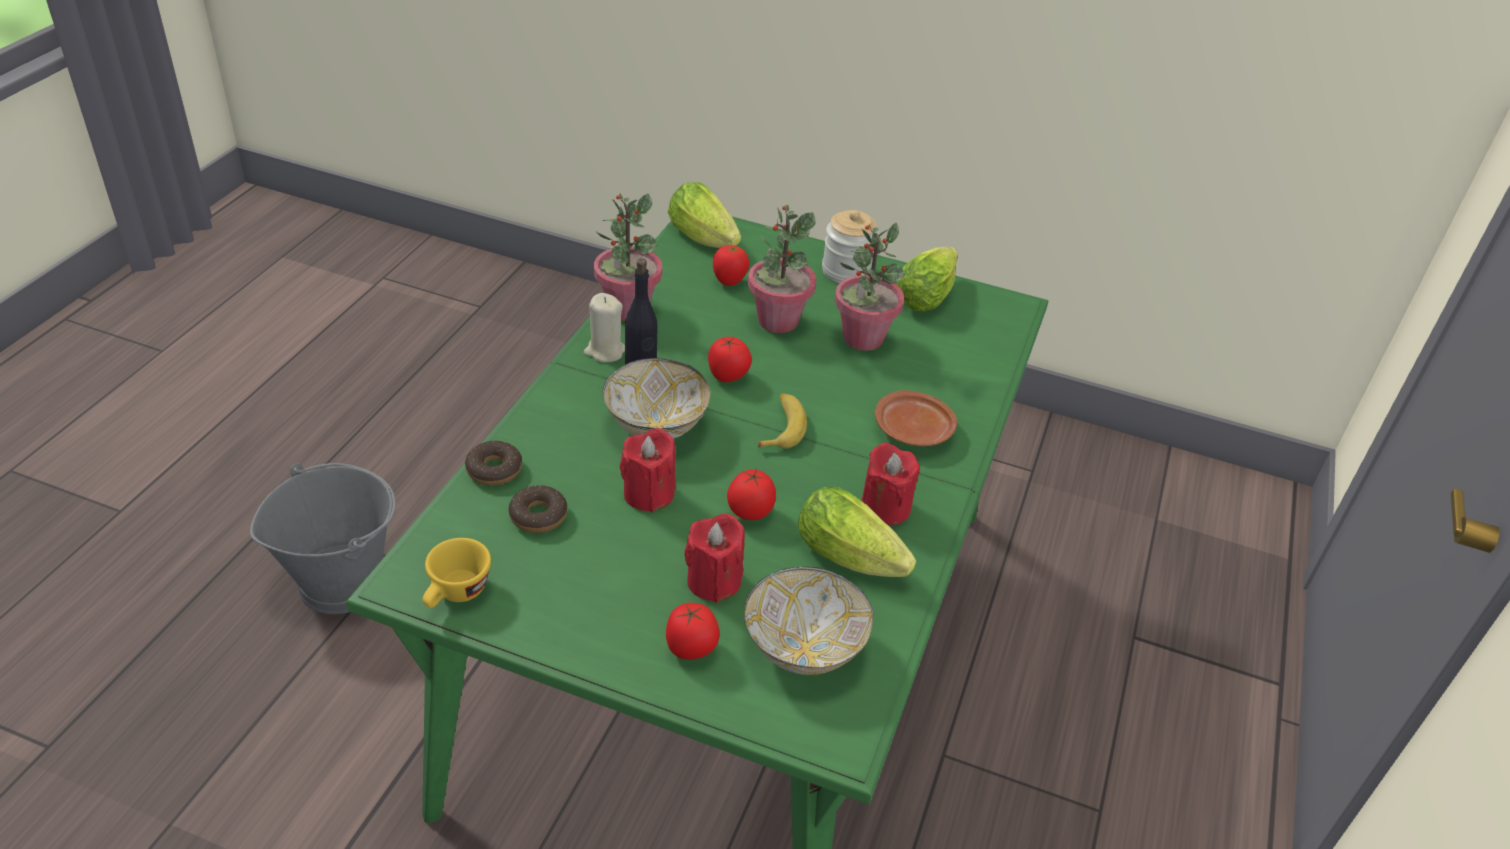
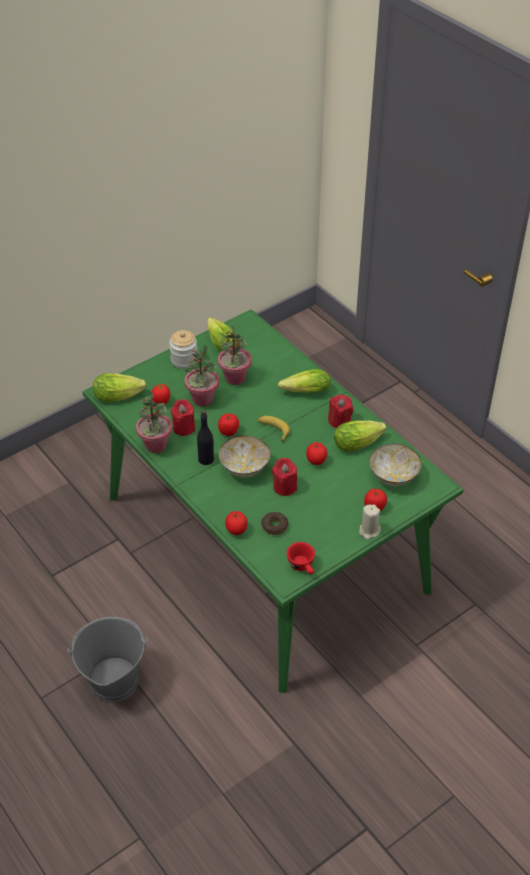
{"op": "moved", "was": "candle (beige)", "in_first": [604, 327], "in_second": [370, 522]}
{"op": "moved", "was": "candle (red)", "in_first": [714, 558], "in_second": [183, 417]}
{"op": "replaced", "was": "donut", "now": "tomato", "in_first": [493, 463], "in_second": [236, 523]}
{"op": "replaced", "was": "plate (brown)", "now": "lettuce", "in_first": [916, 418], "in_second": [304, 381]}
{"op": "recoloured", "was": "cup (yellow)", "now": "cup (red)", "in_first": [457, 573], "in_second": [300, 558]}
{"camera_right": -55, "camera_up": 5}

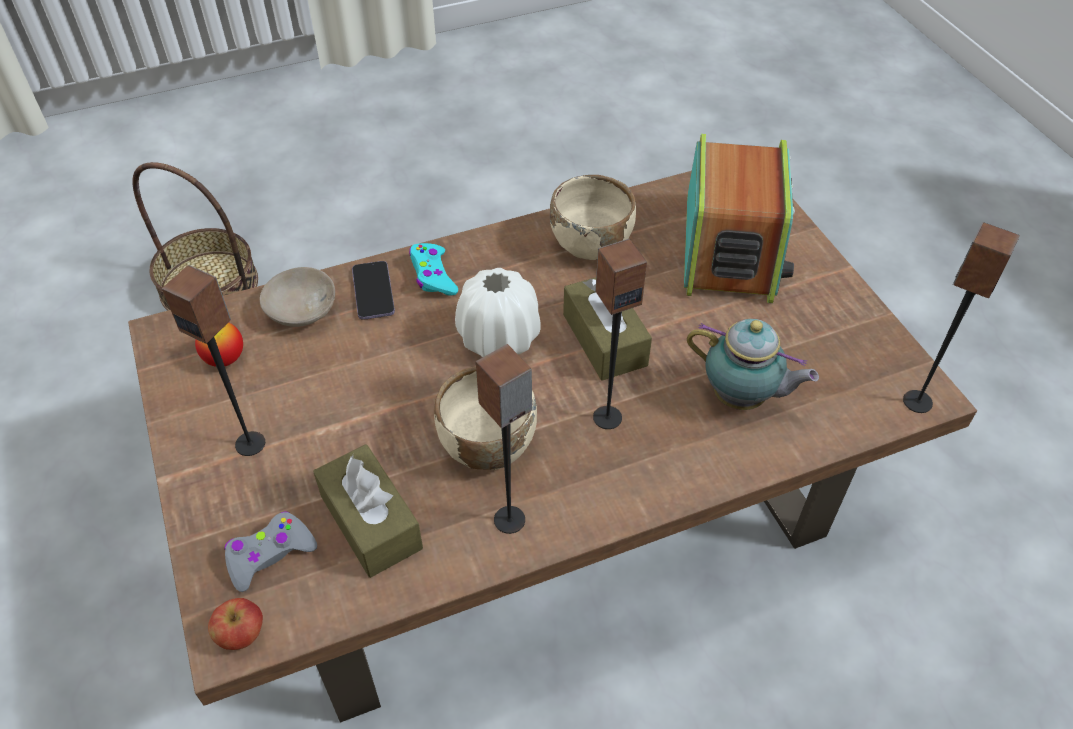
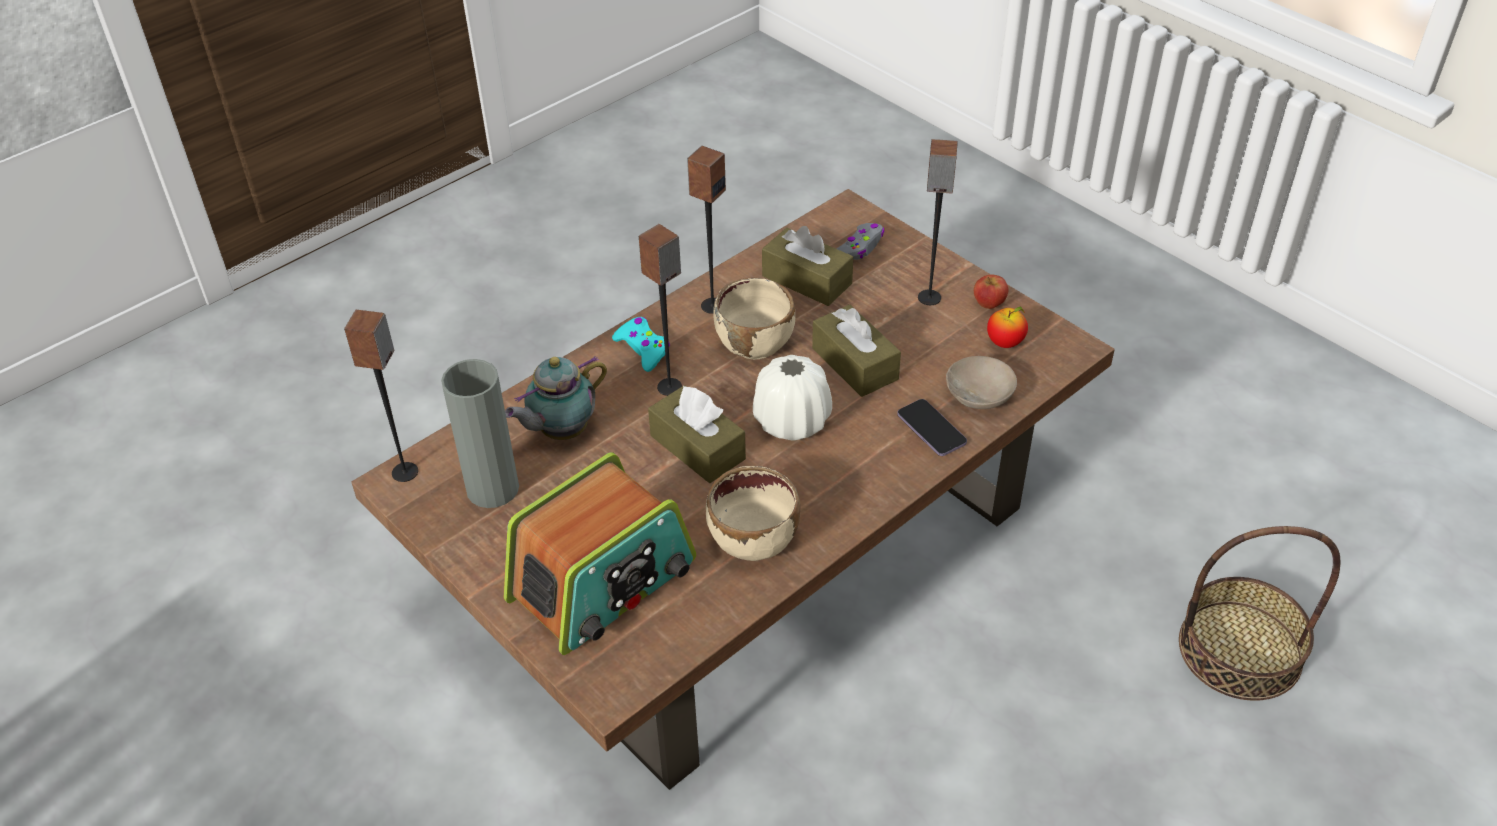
{"op": "added", "now": "vase (grey)", "in_second": [480, 433]}
{"op": "added", "now": "tissue box (brown)", "in_second": [856, 351]}
{"op": "moved", "was": "apple", "in_first": [235, 624], "in_second": [991, 291]}
{"op": "moved", "was": "game controller (turquoise)", "in_first": [433, 269], "in_second": [641, 344]}
{"op": "turned", "was": "radio", "in_first": [739, 218], "in_second": [600, 553], "clockwise": -120}
{"op": "turned", "was": "teapot", "in_first": [753, 364], "in_second": [556, 398], "clockwise": -45}
{"camera_right": 160, "camera_up": -5}

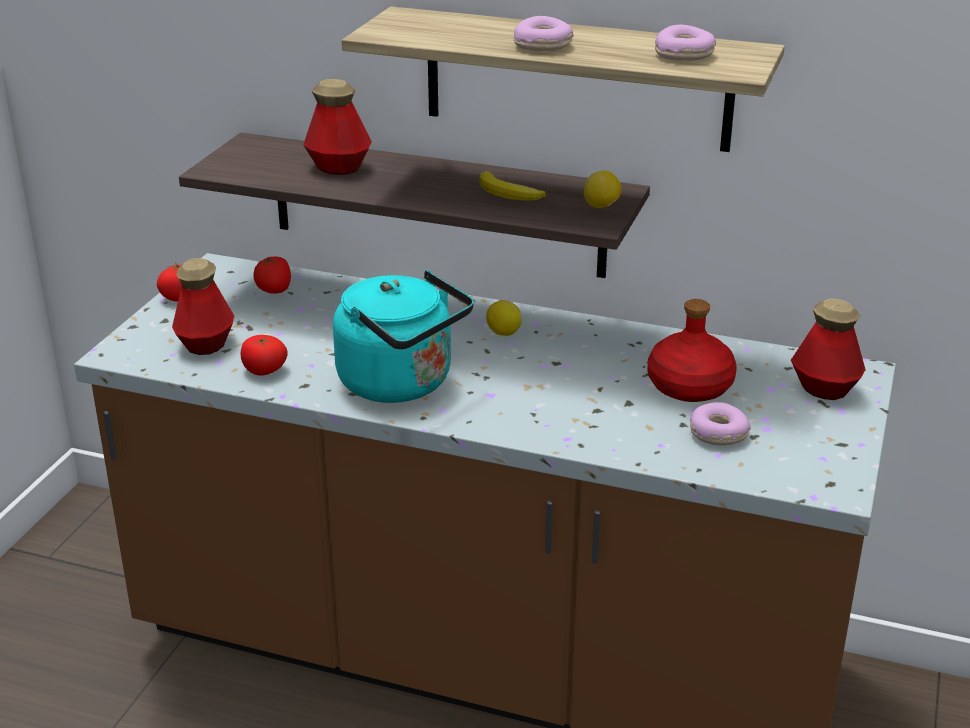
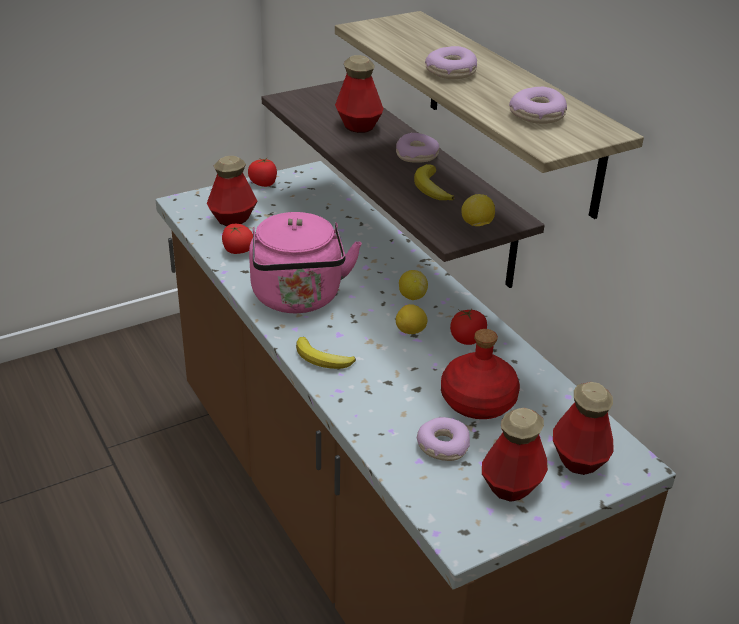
{"op": "added", "now": "banana", "in_second": [326, 353]}
{"op": "added", "now": "donut", "in_second": [418, 148]}
{"op": "added", "now": "lemon", "in_second": [411, 319]}
{"op": "added", "now": "bottle", "in_second": [515, 455]}
{"op": "moved", "was": "tomato", "in_first": [272, 275], "in_second": [468, 327]}
{"op": "recoloured", "was": "kettle (turquoise)", "now": "kettle (pink)", "in_first": [403, 336], "in_second": [305, 262]}
{"camera_right": 40, "camera_up": 5}

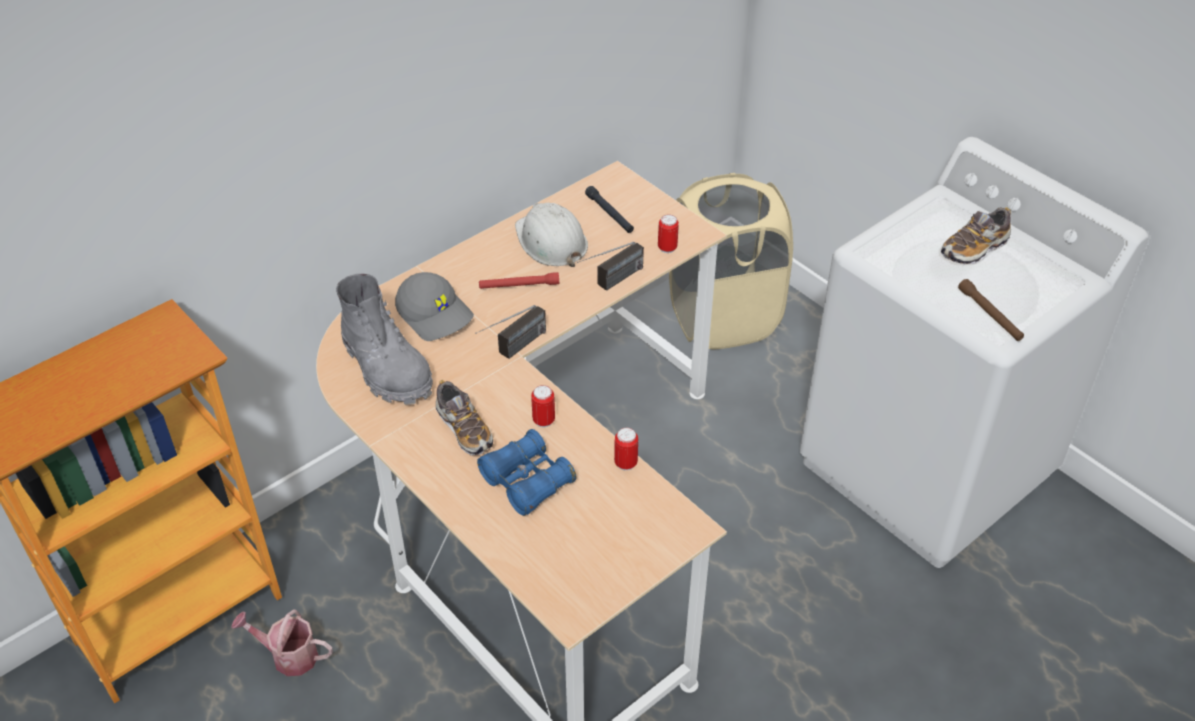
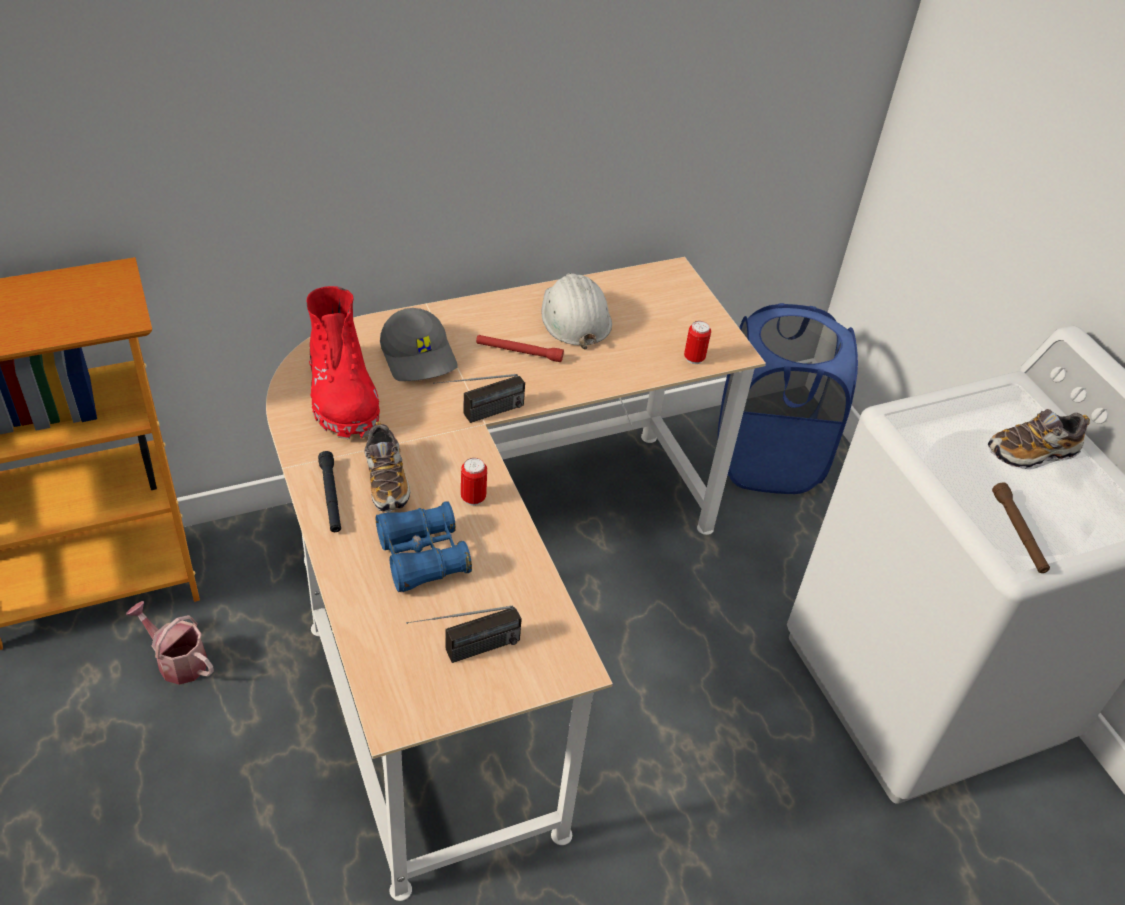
{"op": "removed", "was": "can", "in_first": [626, 449]}
{"op": "moved", "was": "radio", "in_first": [610, 266], "in_second": [464, 634]}
{"op": "moved", "was": "flashlight (black)", "in_first": [609, 209], "in_second": [329, 491]}
{"op": "recoloured", "was": "boot (grey)", "now": "boot (red)", "in_first": [384, 339], "in_second": [343, 362]}
{"op": "recoloured", "was": "laundry basket (beige)", "now": "laundry basket (blue)", "in_first": [731, 261], "in_second": [788, 398]}
{"camera_right": 15, "camera_up": 0}

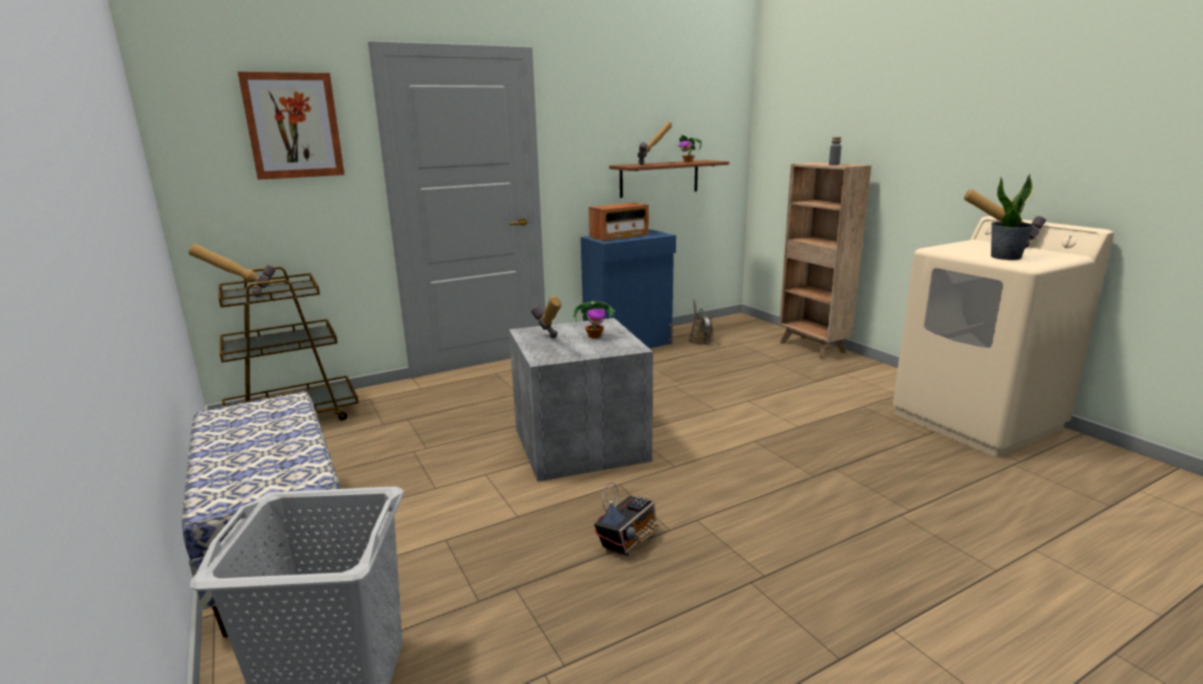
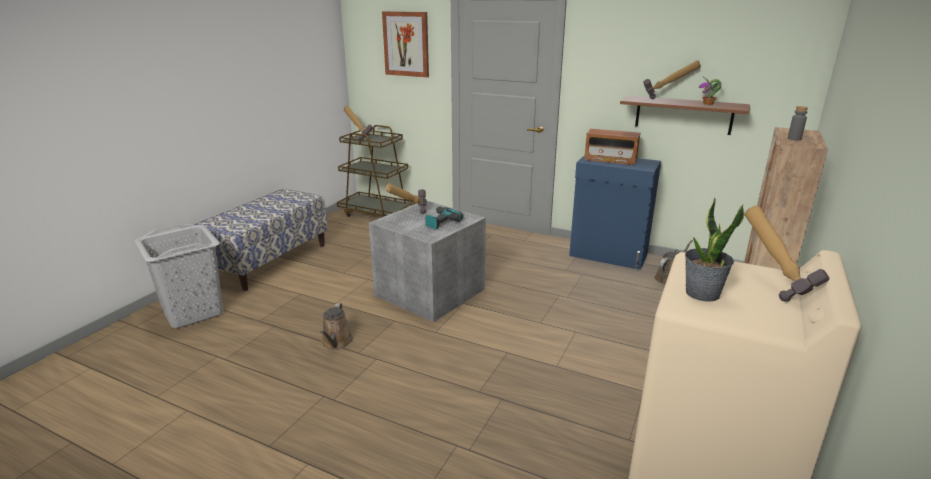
{"op": "replaced", "was": "potted plant", "now": "power drill", "in_first": [594, 319], "in_second": [444, 218]}
{"op": "replaced", "was": "radio", "now": "watering can (brown)", "in_first": [626, 519], "in_second": [336, 326]}
{"camera_right": 55, "camera_up": 5}

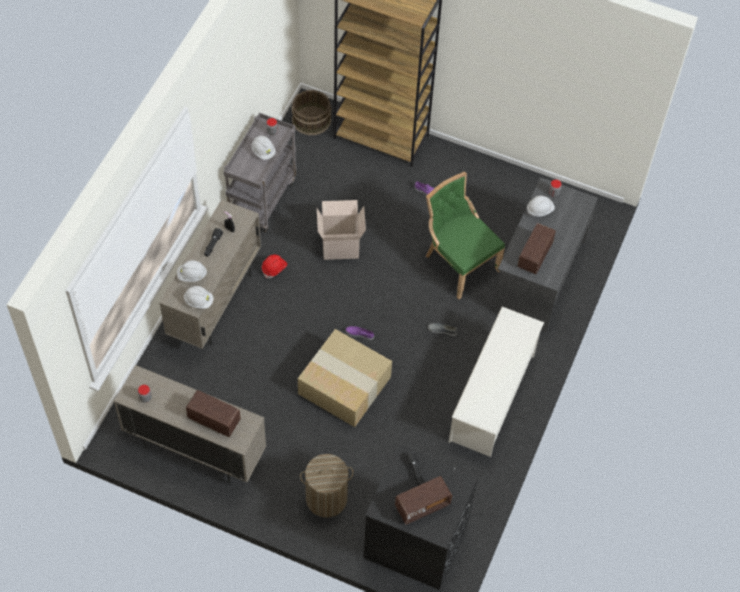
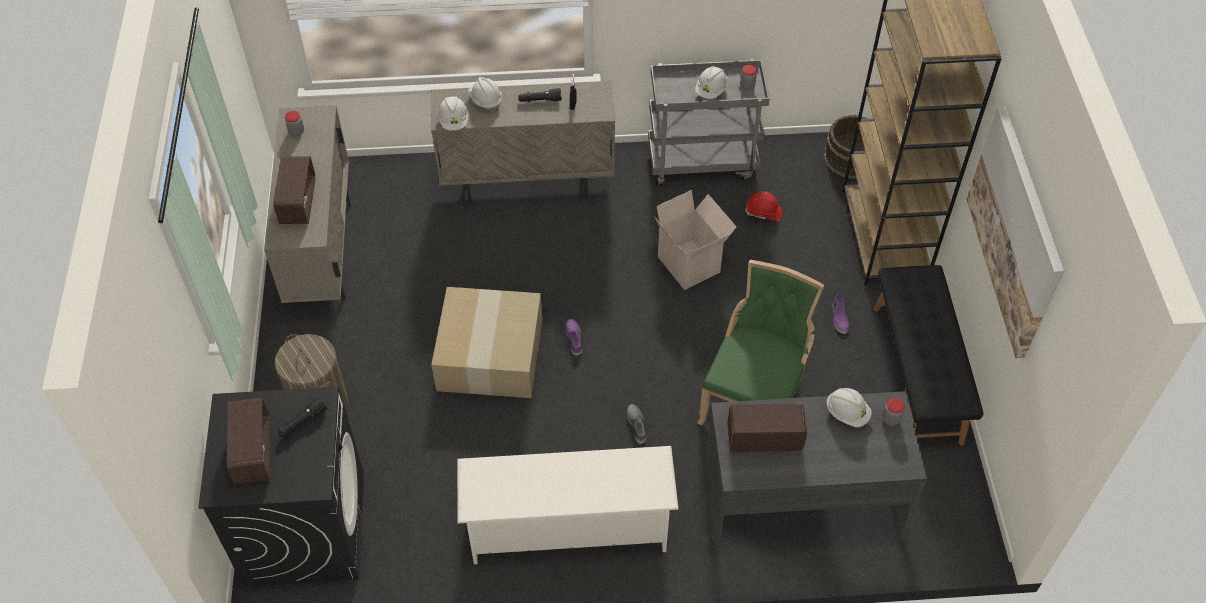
{"op": "added", "now": "bench (black)", "in_second": [928, 355]}
{"op": "added", "now": "picture", "in_second": [1015, 232]}
{"op": "moved", "was": "hard hat (red)", "in_first": [274, 266], "in_second": [764, 206]}
{"op": "turned", "was": "radio", "in_first": [423, 500], "in_second": [249, 440], "clockwise": -135}
{"camera_right": 65, "camera_up": -5}

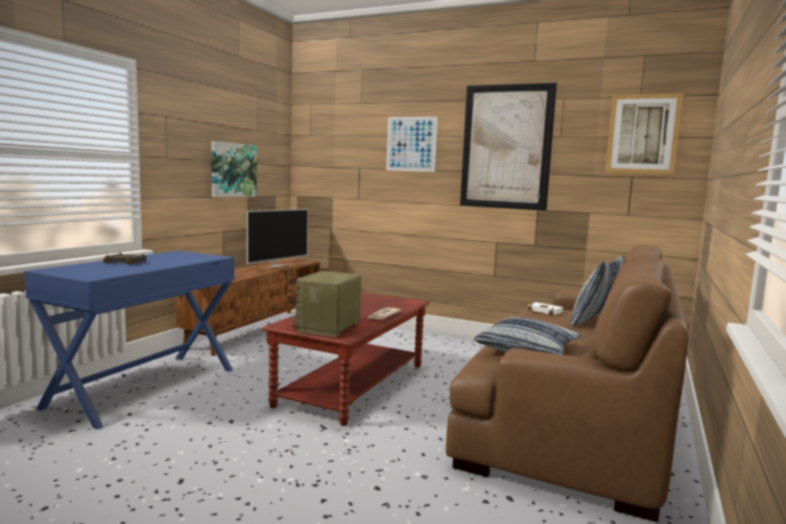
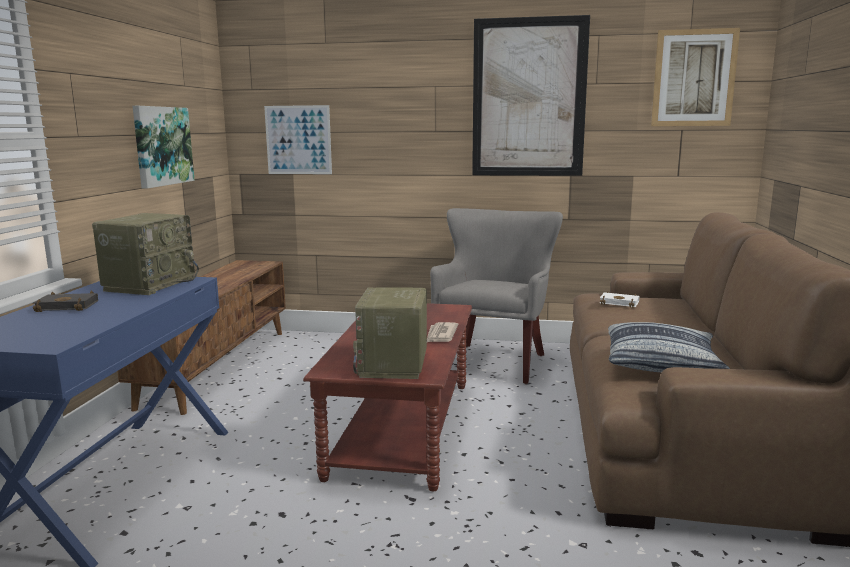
{"op": "removed", "was": "television", "in_first": [277, 238]}
{"op": "removed", "was": "pillow", "in_first": [597, 290]}
{"op": "added", "now": "radio", "in_second": [145, 254]}
{"op": "added", "now": "armchair (grey)", "in_second": [496, 296]}
{"op": "moved", "was": "picture", "in_first": [412, 144], "in_second": [298, 139]}
{"camera_right": -15, "camera_up": 5}

